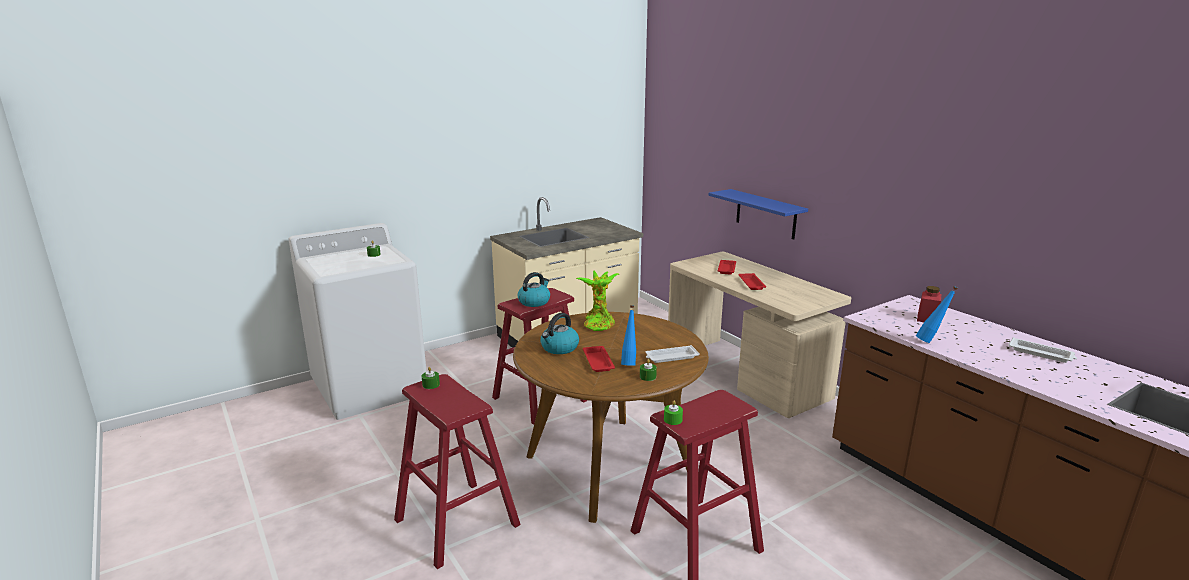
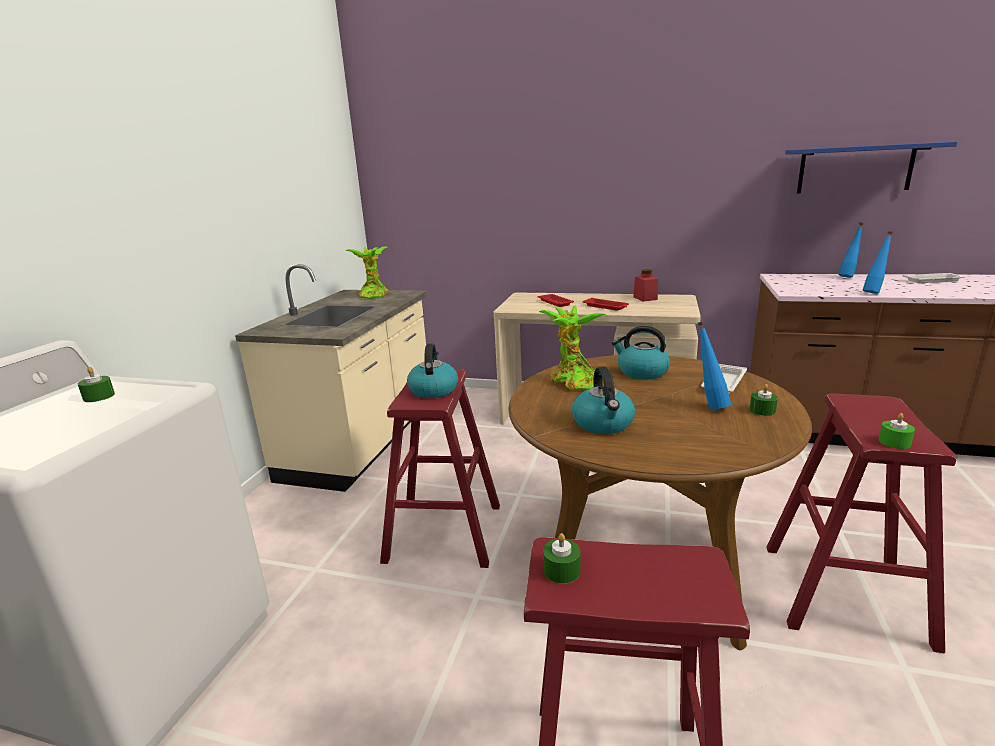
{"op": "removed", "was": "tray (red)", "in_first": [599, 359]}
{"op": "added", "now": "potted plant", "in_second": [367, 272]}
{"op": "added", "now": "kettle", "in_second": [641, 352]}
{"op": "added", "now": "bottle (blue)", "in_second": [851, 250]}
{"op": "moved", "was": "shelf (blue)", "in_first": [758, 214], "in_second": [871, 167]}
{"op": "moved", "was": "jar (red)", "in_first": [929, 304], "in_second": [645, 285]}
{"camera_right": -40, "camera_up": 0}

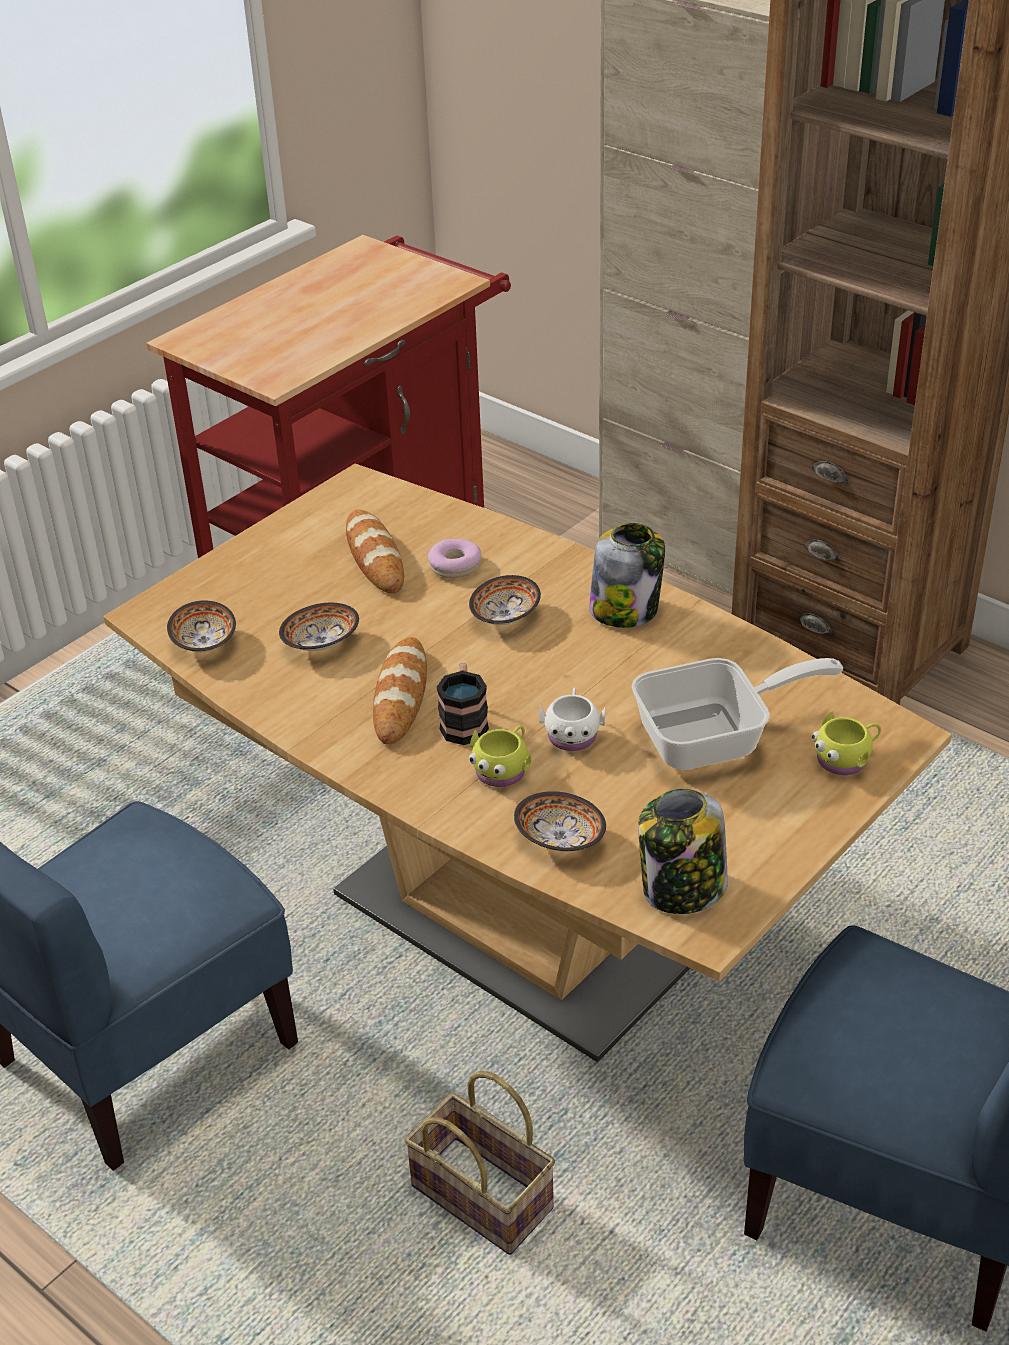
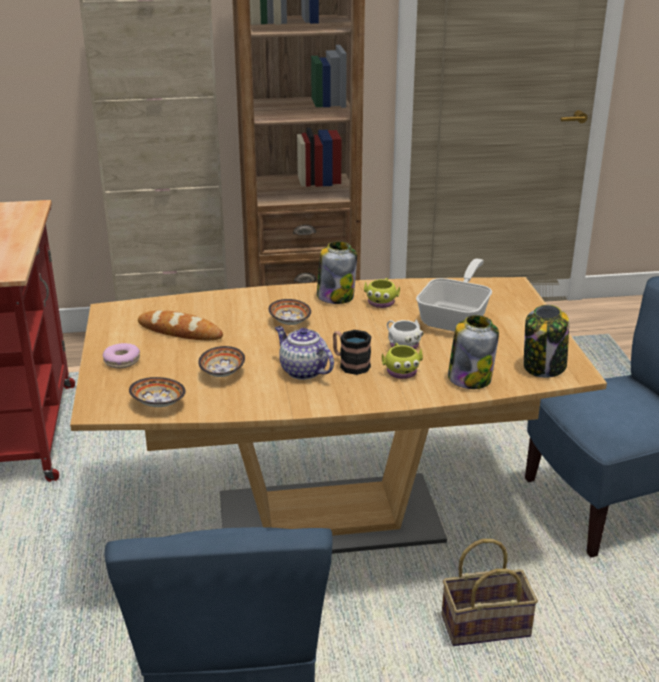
{"op": "moved", "was": "donut", "in_first": [454, 558], "in_second": [121, 356]}
{"op": "moved", "was": "mug (yellow)", "in_first": [846, 743], "in_second": [382, 293]}
{"op": "replaced", "was": "bread", "now": "teapot", "in_first": [400, 691], "in_second": [304, 353]}
{"op": "replaced", "was": "bowl", "now": "jar", "in_first": [560, 821], "in_second": [473, 352]}
{"camera_right": -50, "camera_up": -10}

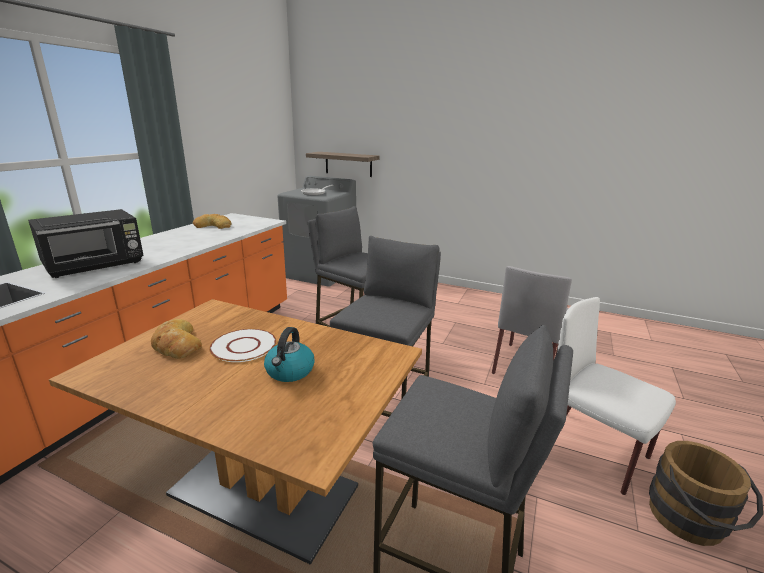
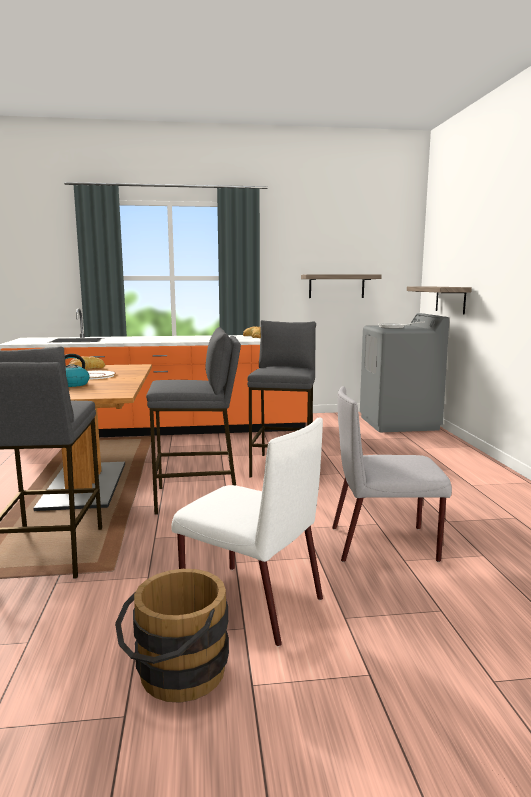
{"op": "removed", "was": "microwave (black)", "in_first": [86, 243]}
{"op": "added", "now": "shelf", "in_second": [341, 286]}
{"op": "turned", "was": "chair (white)", "in_first": [616, 396], "in_second": [247, 532], "clockwise": 105}
{"camera_right": 60, "camera_up": -10}

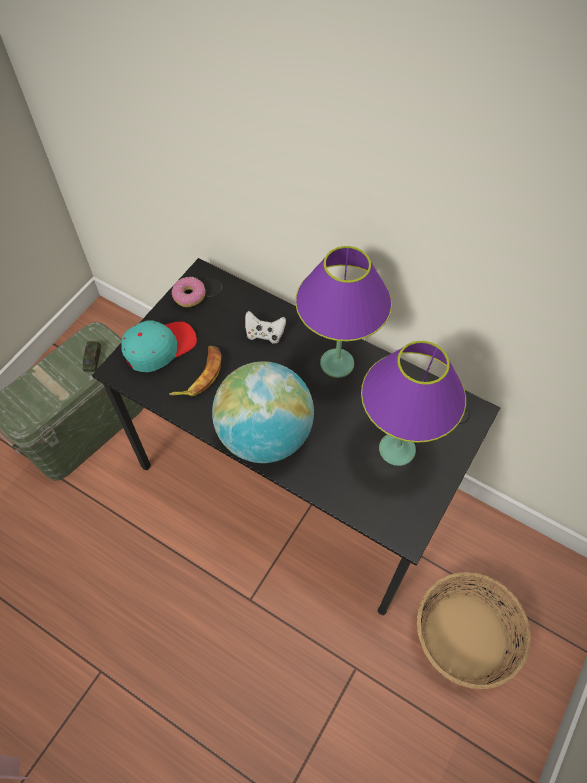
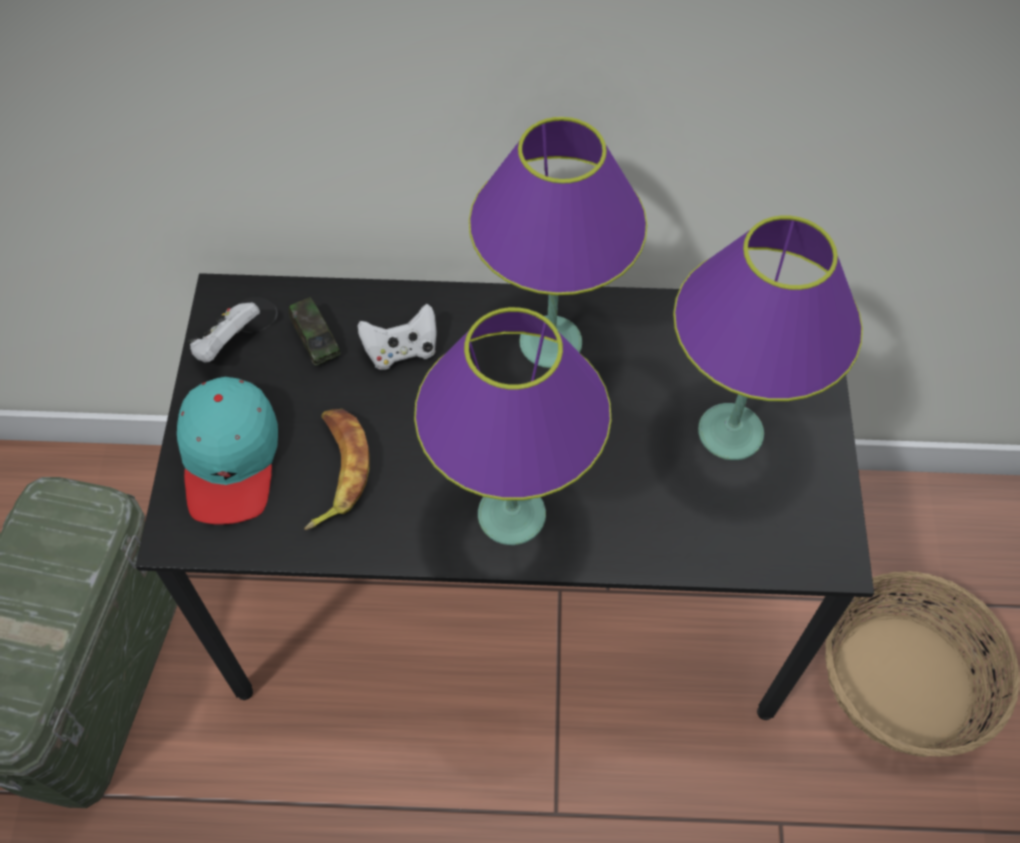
{"op": "moved", "was": "toy car", "in_first": [91, 356], "in_second": [315, 331]}
{"op": "replaced", "was": "donut", "now": "game controller (white)", "in_first": [189, 292], "in_second": [224, 332]}
{"op": "replaced", "was": "globe", "now": "table lamp (purple)", "in_first": [263, 412], "in_second": [512, 426]}
{"op": "turned", "was": "cap (turquoise)", "in_first": [159, 346], "in_second": [227, 451], "clockwise": 150}
{"camera_right": -30, "camera_up": 0}

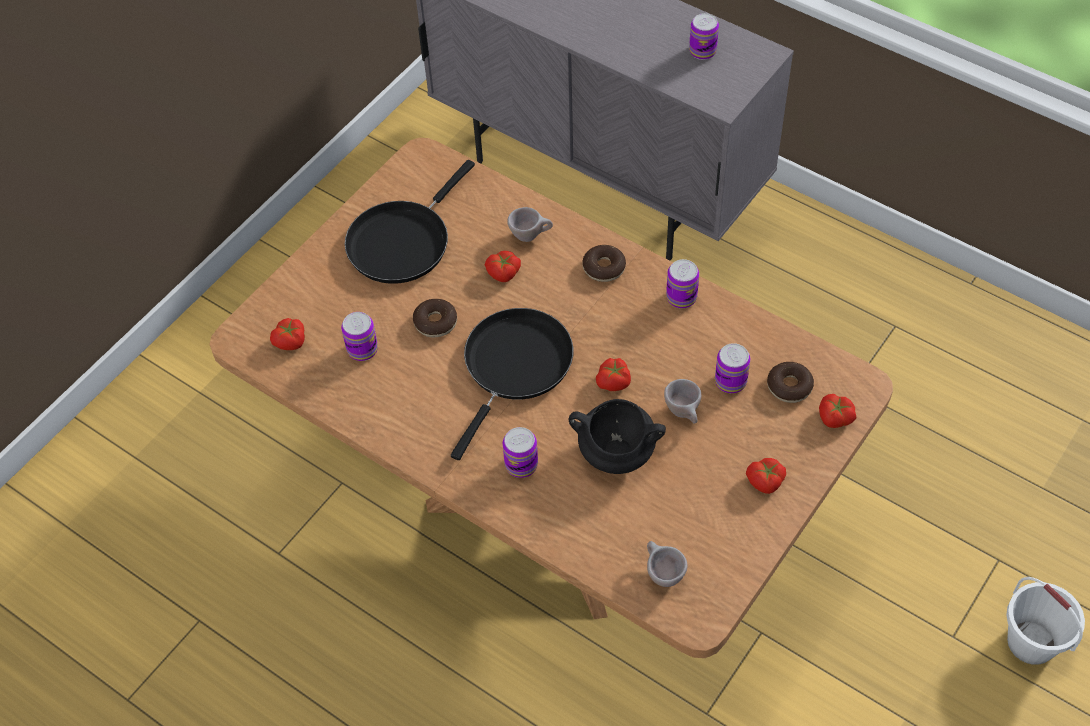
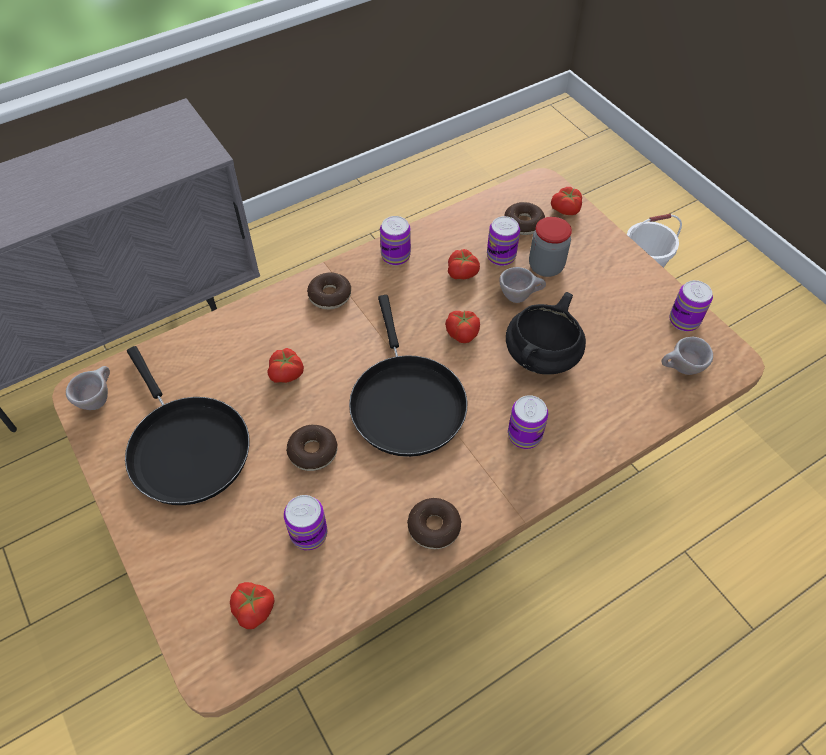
{"op": "added", "now": "donut", "in_second": [434, 523]}
{"op": "added", "now": "jar", "in_second": [550, 247]}
{"op": "moved", "was": "cup (beige)", "in_first": [530, 224], "in_second": [88, 388]}
{"op": "moved", "was": "can", "in_first": [704, 36], "in_second": [691, 305]}
{"op": "moved", "was": "tomato", "in_first": [766, 476], "in_second": [464, 264]}
{"op": "turned", "was": "frying pan (black)", "in_first": [512, 384], "in_second": [408, 376], "clockwise": -150}
{"camera_right": -70, "camera_up": 0}

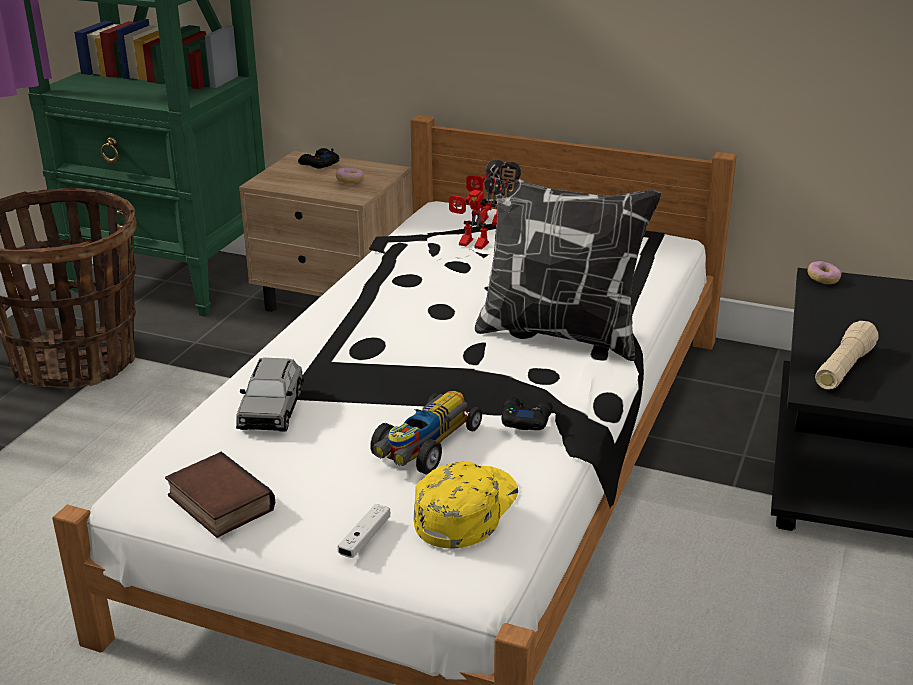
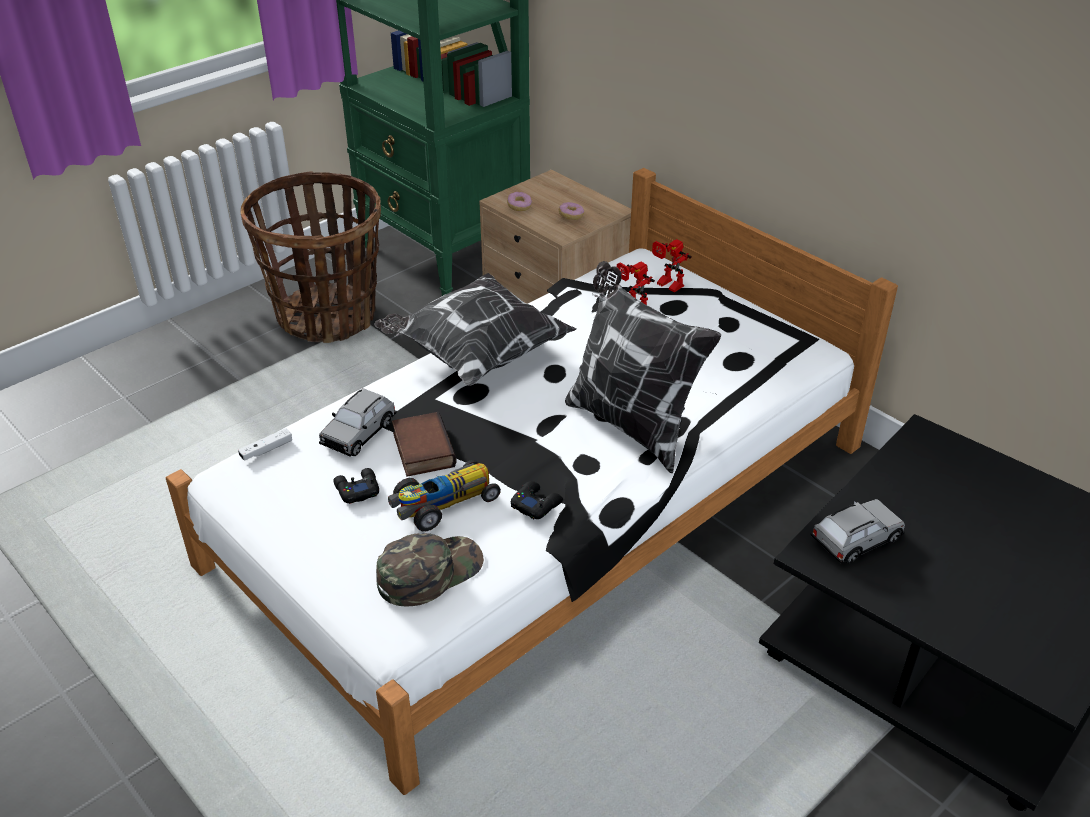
{"op": "added", "now": "pillow", "in_second": [475, 329]}
{"op": "moved", "was": "book", "in_first": [220, 495], "in_second": [424, 444]}
{"op": "moved", "was": "game controller (black)", "in_first": [318, 158], "in_second": [356, 486]}
{"op": "moved", "was": "game controller (white)", "in_first": [364, 531], "in_second": [265, 444]}
{"op": "moved", "was": "donut", "in_first": [824, 272], "in_second": [519, 201]}
{"op": "replaced", "was": "flashlight (beige)", "now": "toy car (grey)", "in_first": [847, 355], "in_second": [858, 531]}
{"op": "recoloured", "was": "cap (yellow)", "now": "cap (green)", "in_first": [465, 505], "in_second": [430, 569]}
{"camera_right": 25, "camera_up": 10}

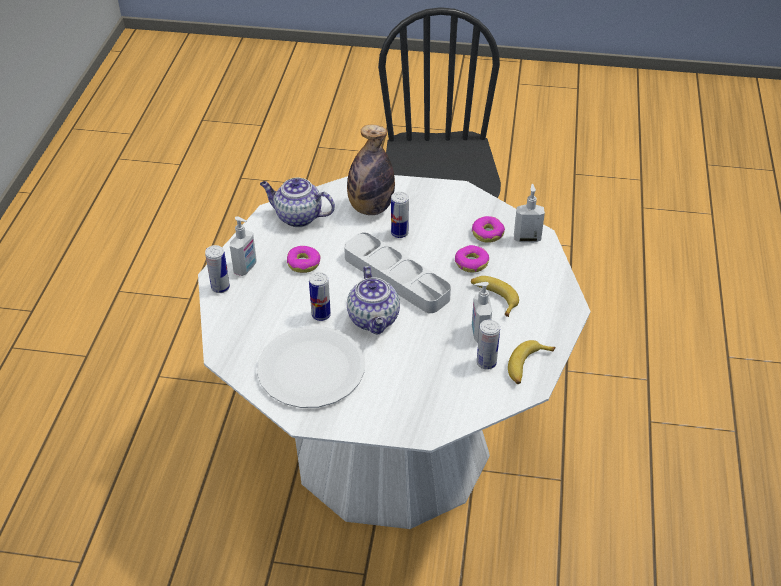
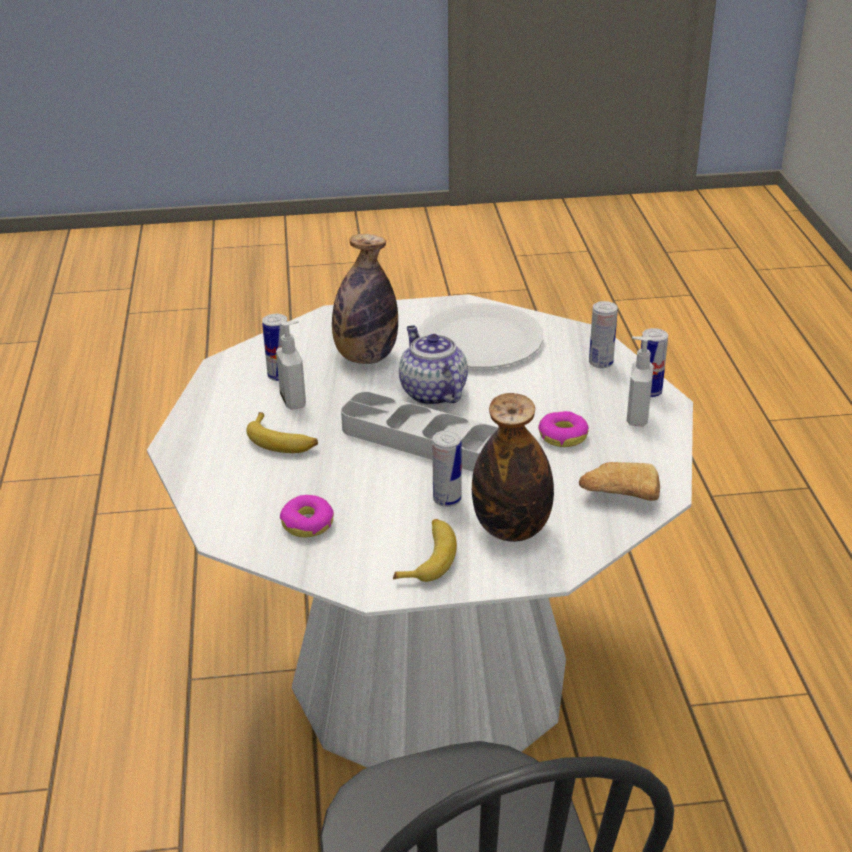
{"op": "removed", "was": "donut", "in_first": [472, 258]}
{"op": "removed", "was": "soap dispenser", "in_first": [529, 213]}
{"op": "added", "now": "bottle", "in_second": [365, 299]}
{"op": "moved", "was": "can", "in_first": [320, 296], "in_second": [603, 334]}
{"op": "moved", "was": "banana", "in_first": [531, 362], "in_second": [425, 550]}
{"op": "replaced", "was": "teapot", "now": "bread", "in_first": [297, 202], "in_second": [619, 481]}
{"camera_right": 165, "camera_up": -10}

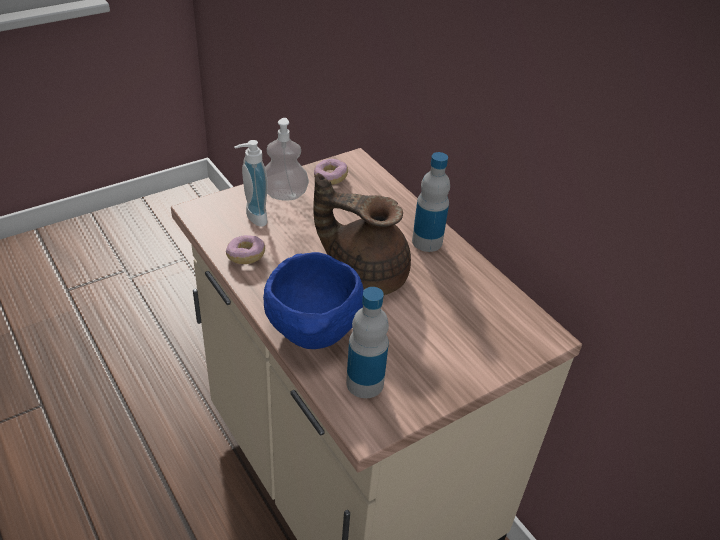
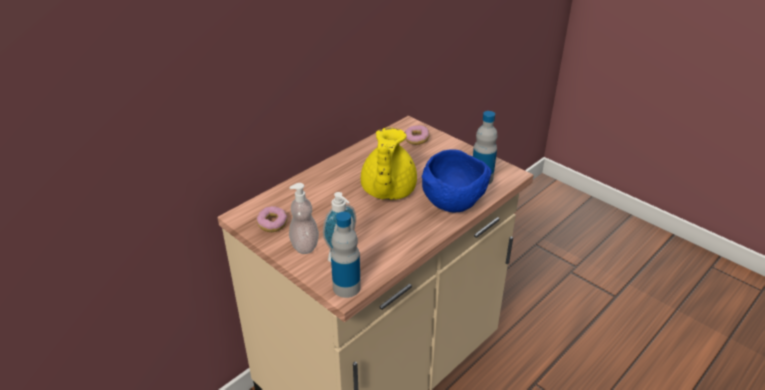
{"op": "moved", "was": "donut", "in_first": [245, 249], "in_second": [417, 135]}
{"op": "moved", "was": "bottle", "in_first": [431, 202], "in_second": [346, 255]}
{"op": "recoloured", "was": "teapot (brown)", "now": "teapot (yellow)", "in_first": [362, 234], "in_second": [389, 164]}
{"camera_right": -100, "camera_up": -5}

